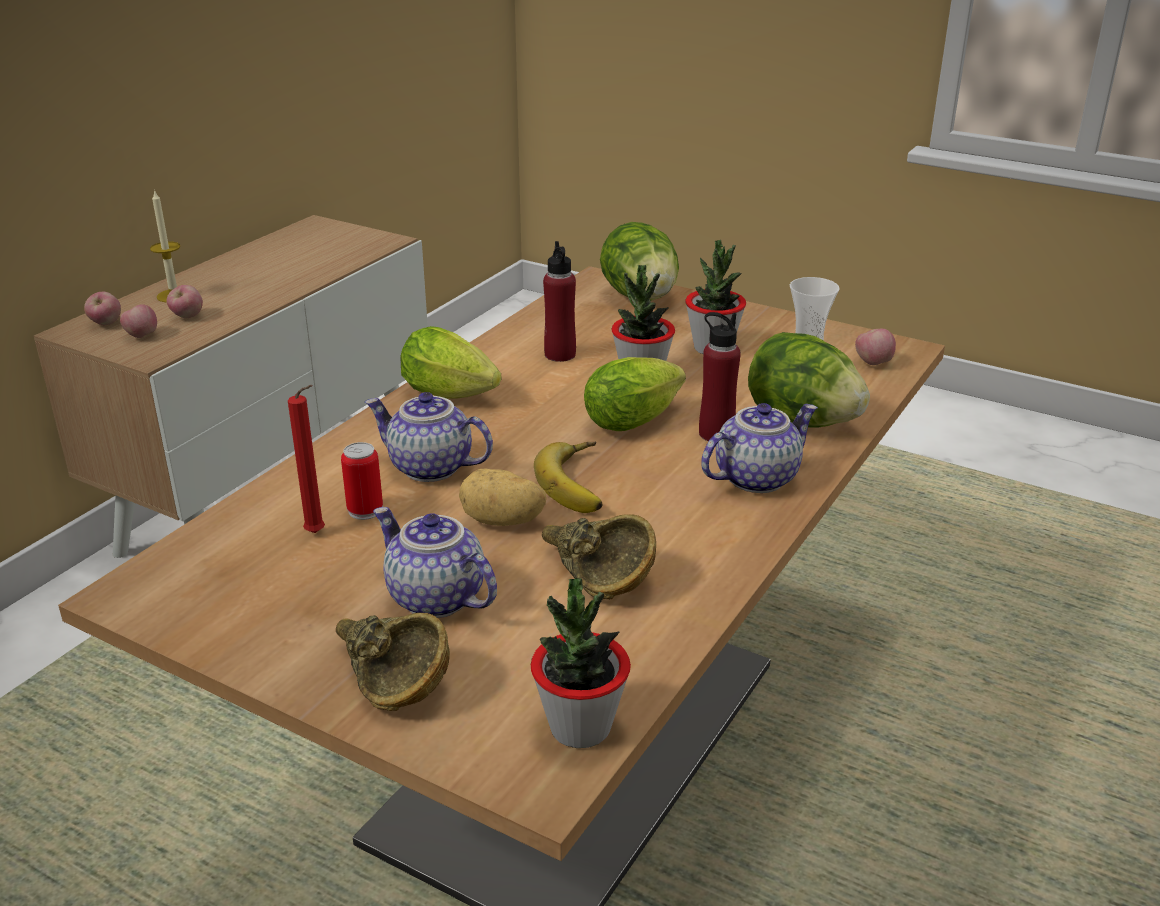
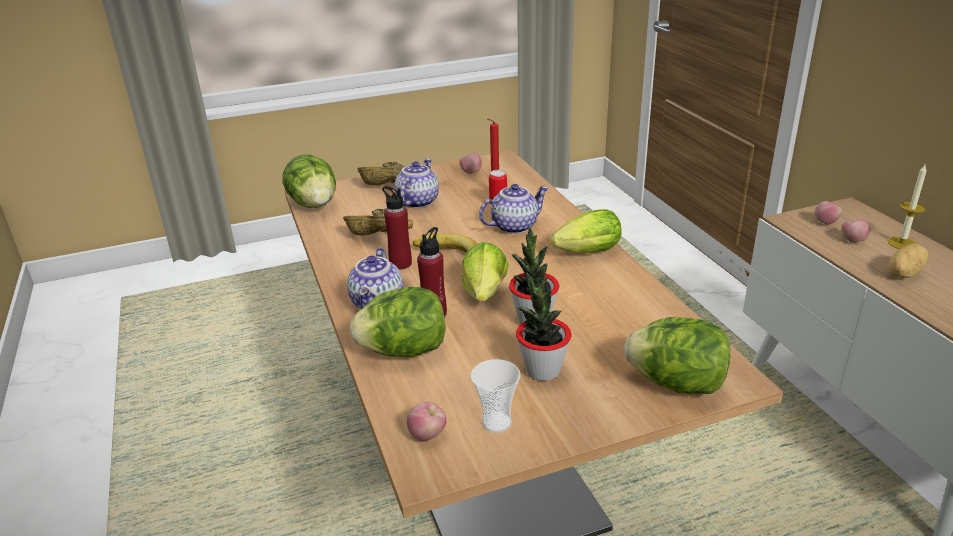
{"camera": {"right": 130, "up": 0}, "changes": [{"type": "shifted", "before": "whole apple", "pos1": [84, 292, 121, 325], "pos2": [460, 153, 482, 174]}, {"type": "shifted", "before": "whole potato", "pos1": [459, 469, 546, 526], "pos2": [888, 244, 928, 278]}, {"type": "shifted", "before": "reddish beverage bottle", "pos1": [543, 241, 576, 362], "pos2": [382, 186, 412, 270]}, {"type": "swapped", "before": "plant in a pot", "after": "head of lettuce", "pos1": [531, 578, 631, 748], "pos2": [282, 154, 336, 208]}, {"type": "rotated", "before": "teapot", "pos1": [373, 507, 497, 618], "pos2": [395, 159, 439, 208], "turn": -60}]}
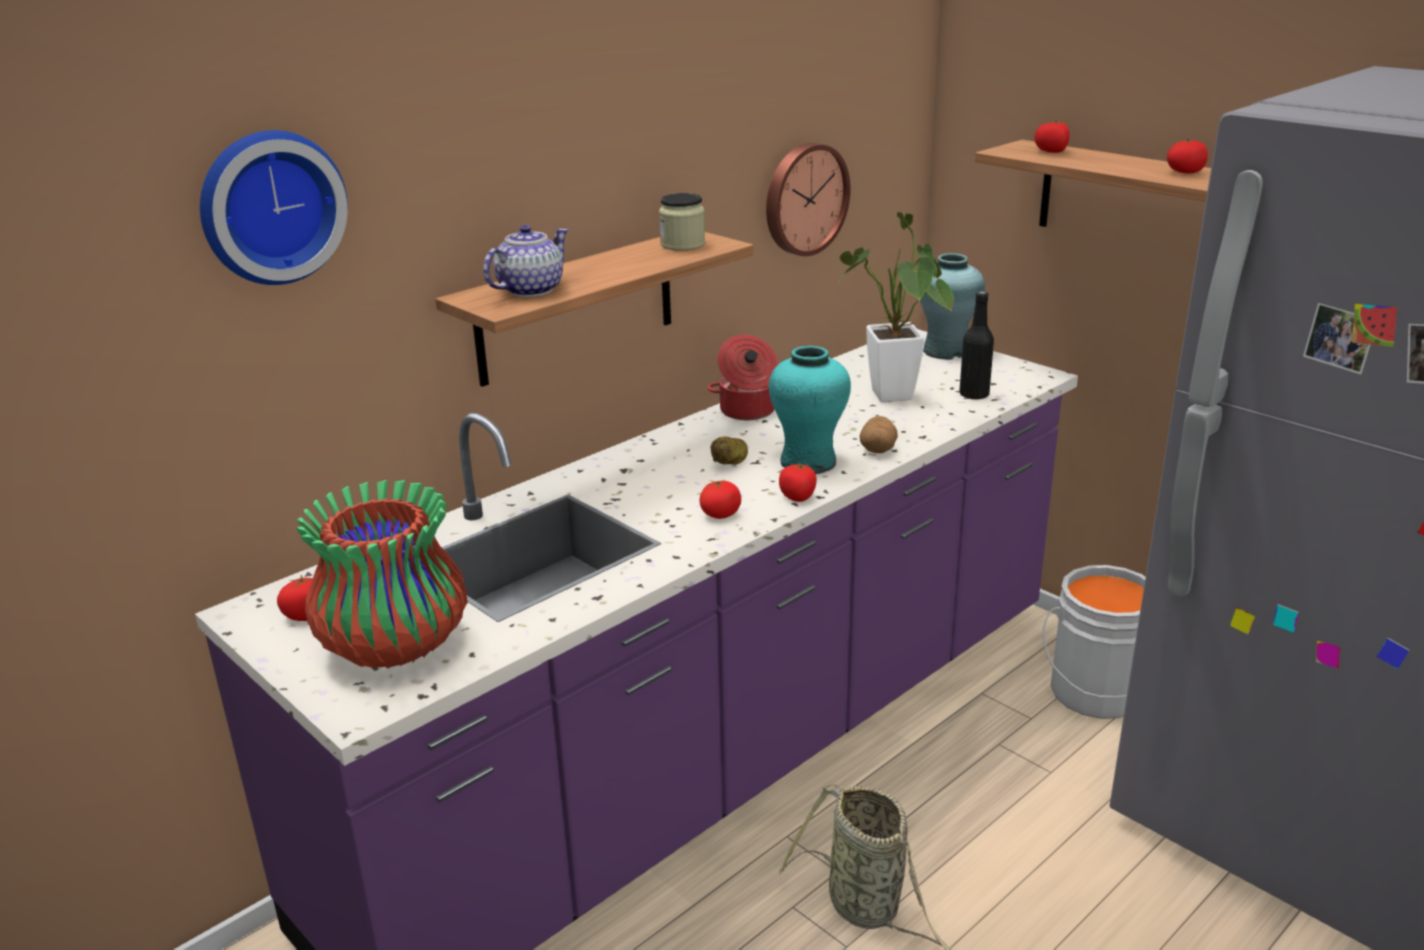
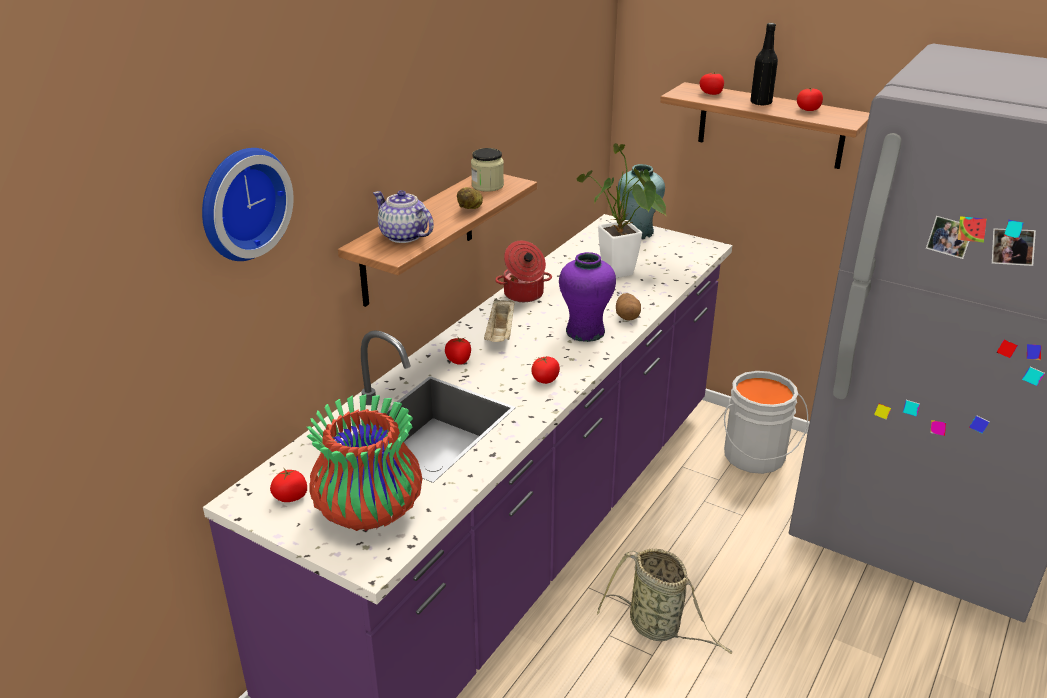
{"camera": {"right": -15, "up": 5}, "changes": [{"type": "gone", "before": "clock on the wall", "pos1": [766, 143, 851, 256]}, {"type": "new", "after": "beige tray", "pos2": [484, 298, 515, 342]}, {"type": "shifted", "before": "whole potato", "pos1": [711, 437, 748, 465], "pos2": [457, 187, 483, 209]}, {"type": "shifted", "before": "tomato", "pos1": [779, 463, 817, 502], "pos2": [445, 338, 471, 365]}, {"type": "shifted", "before": "black beverage bottle", "pos1": [959, 291, 994, 400], "pos2": [750, 23, 778, 106]}, {"type": "repainted", "before": "turquoise flower vase", "after": "purple-coloured flower vase", "pos1": [769, 346, 851, 474], "pos2": [559, 252, 616, 342]}, {"type": "rotated", "before": "teapot", "pos1": [483, 225, 568, 297], "pos2": [373, 190, 434, 243], "turn": -75}]}
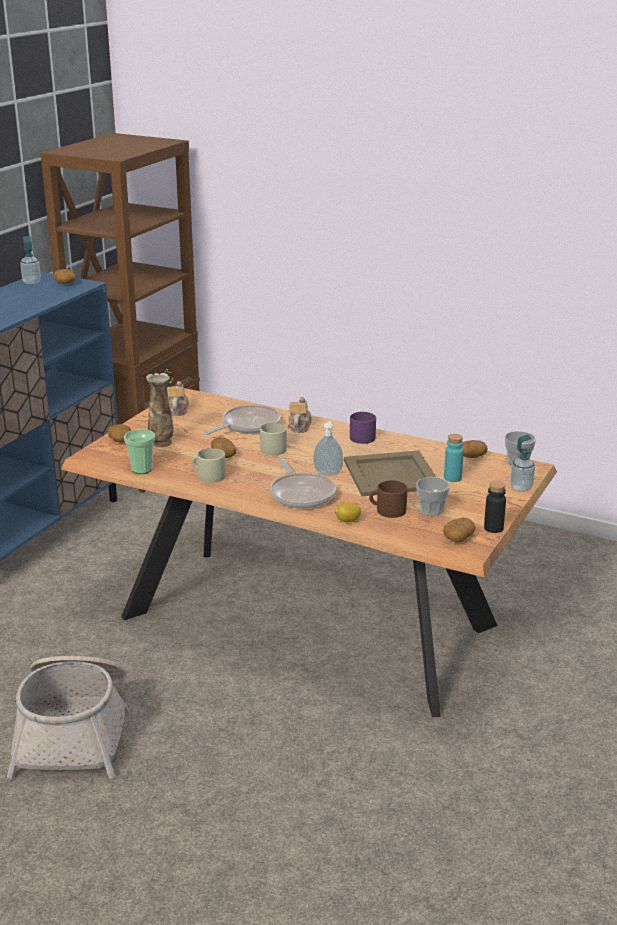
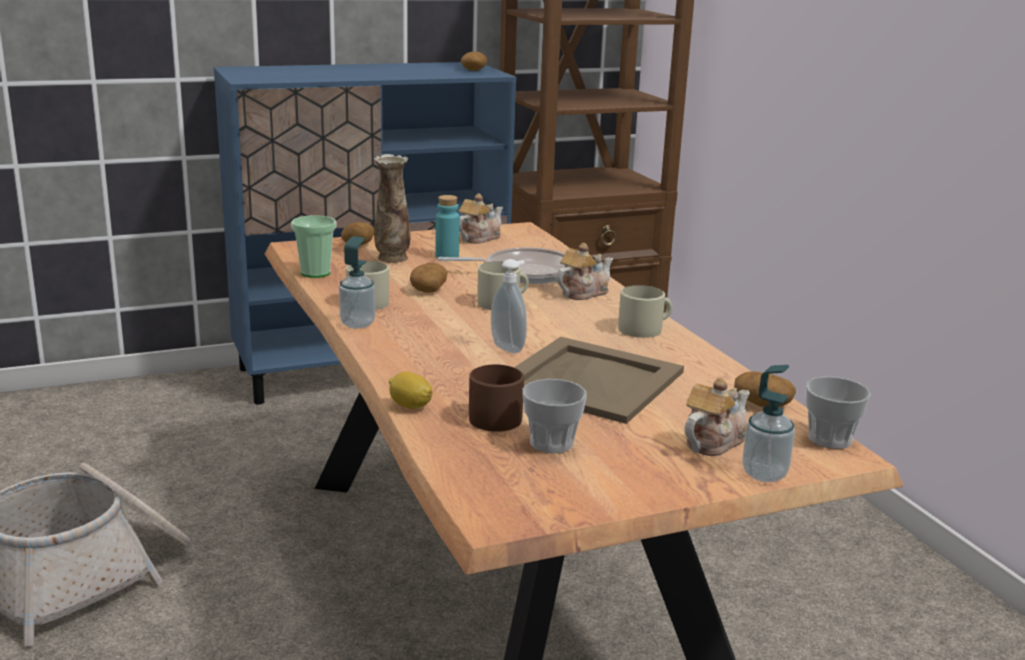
{"camera": {"right": 40, "up": -5}, "changes": [{"type": "gone", "before": "frying pan", "pos1": [270, 458, 336, 509]}, {"type": "gone", "before": "whole potato", "pos1": [443, 518, 476, 543]}, {"type": "gone", "before": "black beverage bottle", "pos1": [484, 481, 506, 533]}, {"type": "new", "after": "teapot", "pos2": [684, 378, 750, 456]}, {"type": "shifted", "before": "liquid soap bottle", "pos1": [20, 236, 41, 284], "pos2": [339, 236, 375, 329]}, {"type": "shifted", "before": "turquoise beverage bottle", "pos1": [444, 434, 464, 482], "pos2": [435, 195, 460, 258]}, {"type": "repainted", "before": "purple-coloured tea mug", "after": "beige tea mug", "pos1": [350, 412, 376, 444], "pos2": [618, 285, 672, 338]}]}
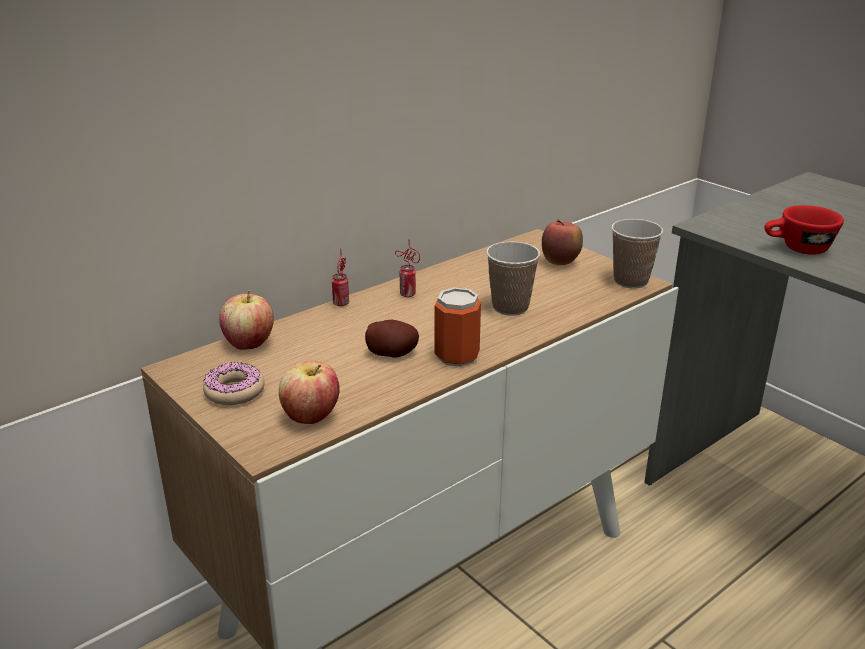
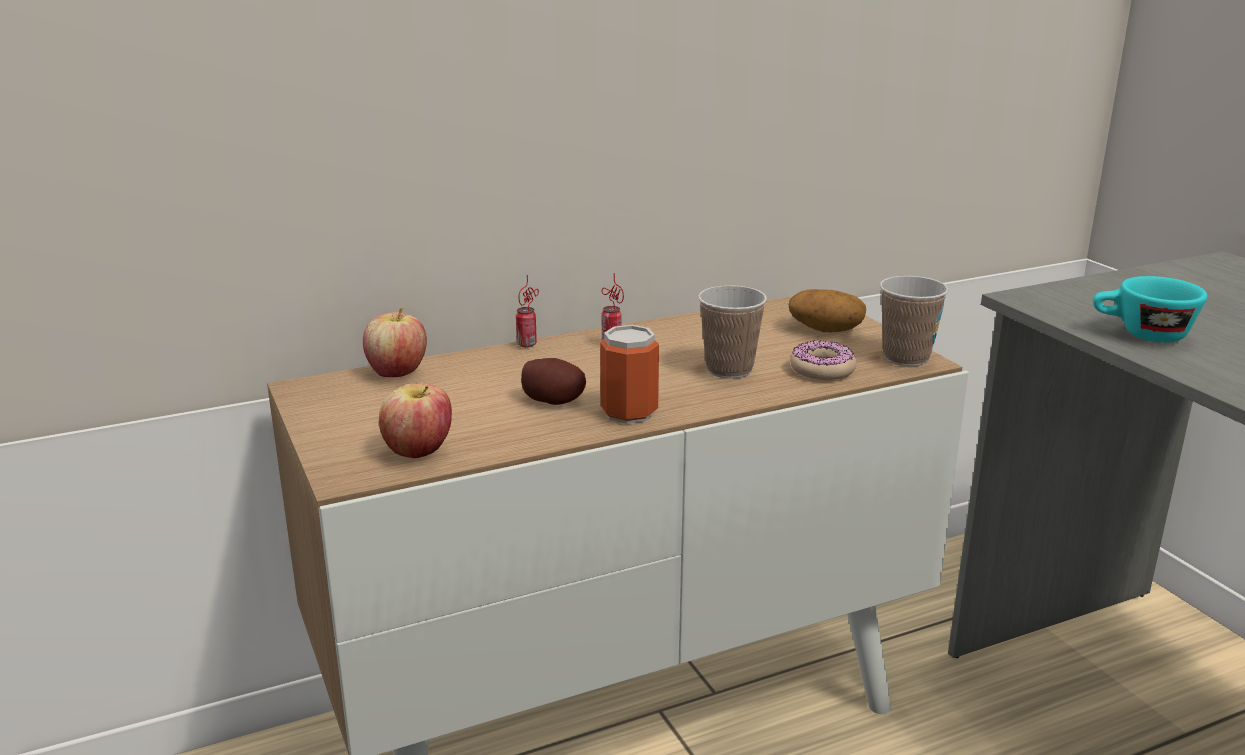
{"camera": {"right": 15, "up": -5}, "changes": [{"type": "shifted", "before": "ring doughnut", "pos1": [203, 362, 265, 405], "pos2": [790, 340, 857, 380]}, {"type": "swapped", "before": "whole apple", "after": "whole potato", "pos1": [542, 219, 583, 265], "pos2": [789, 289, 866, 332]}, {"type": "repainted", "before": "reddish small cup", "after": "turquoise small cup", "pos1": [764, 205, 844, 255], "pos2": [1093, 276, 1207, 343]}]}
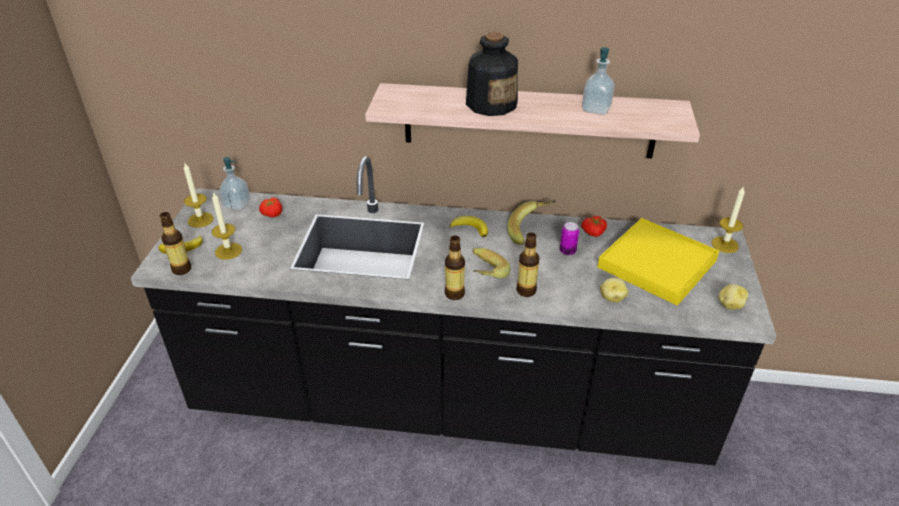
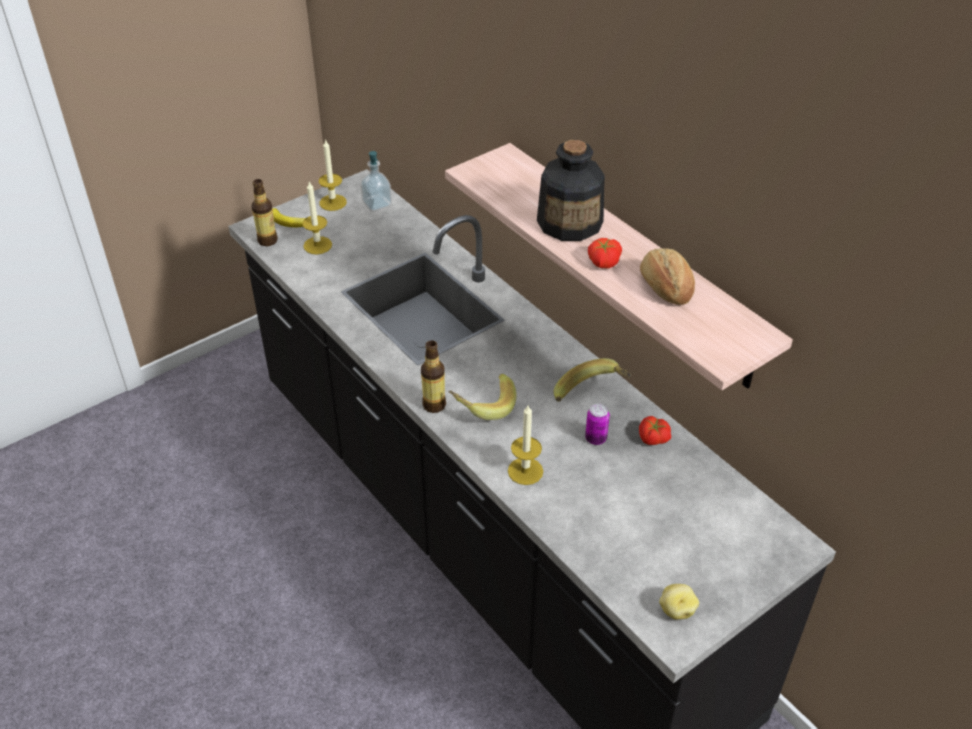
{"camera": {"right": 45, "up": 5}, "changes": [{"type": "gone", "before": "whole banana", "pos1": [450, 216, 488, 237]}, {"type": "gone", "before": "beverage bottle", "pos1": [517, 232, 540, 297]}, {"type": "gone", "before": "yellow-coloured tray", "pos1": [597, 218, 719, 306]}, {"type": "gone", "before": "whole potato", "pos1": [600, 278, 628, 303]}, {"type": "shifted", "before": "tomato", "pos1": [259, 197, 282, 217], "pos2": [588, 238, 622, 269]}, {"type": "shifted", "before": "wax light", "pos1": [712, 186, 745, 253], "pos2": [508, 406, 543, 485]}, {"type": "swapped", "before": "liquid soap bottle", "after": "bread", "pos1": [582, 47, 615, 115], "pos2": [640, 248, 695, 305]}]}
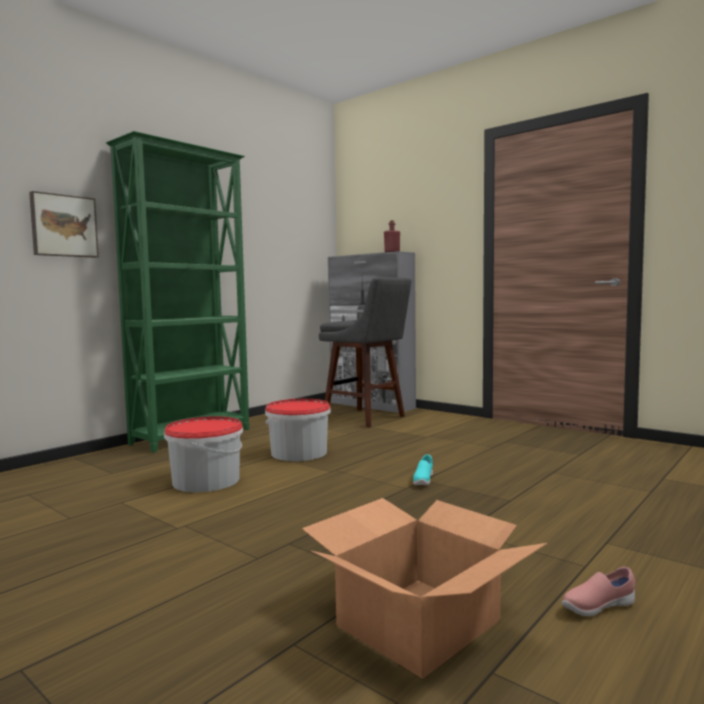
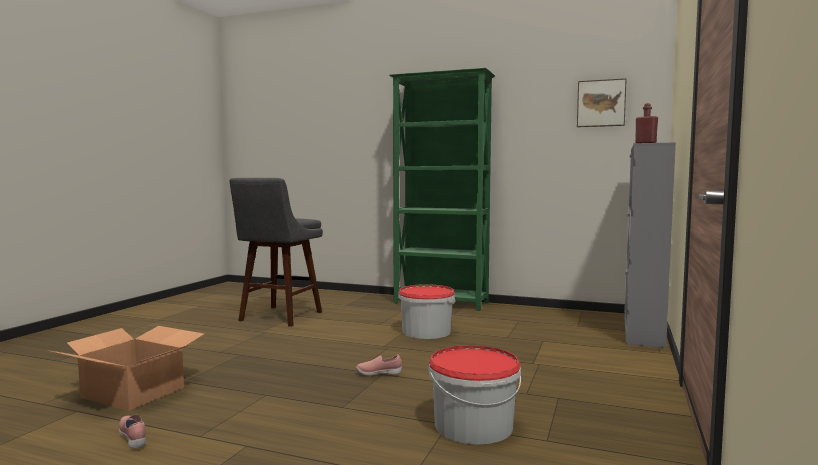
{"camera": {"right": 70, "up": 0}, "changes": [{"type": "shifted", "before": "wall picture", "pos1": [29, 191, 99, 258], "pos2": [577, 78, 627, 127]}, {"type": "shifted", "before": "pail", "pos1": [164, 416, 243, 492], "pos2": [428, 345, 521, 445]}, {"type": "shifted", "before": "grey stool", "pos1": [319, 277, 411, 428], "pos2": [229, 178, 323, 327]}, {"type": "repainted", "before": "turquoise shoe", "after": "pink-coloured shoe", "pos1": [413, 455, 433, 485], "pos2": [356, 355, 402, 376]}]}
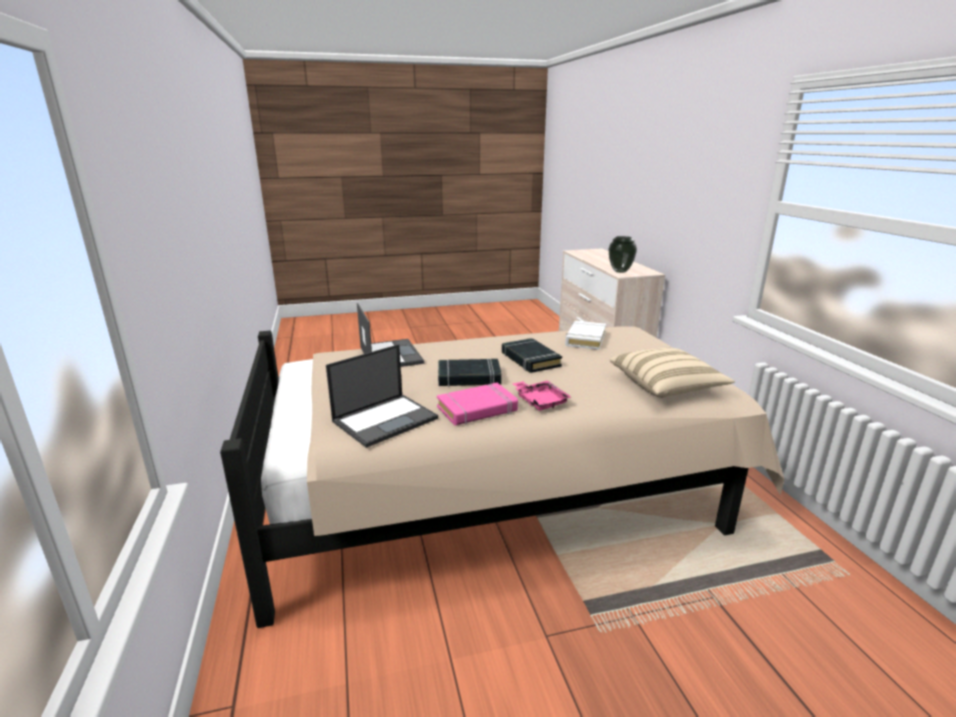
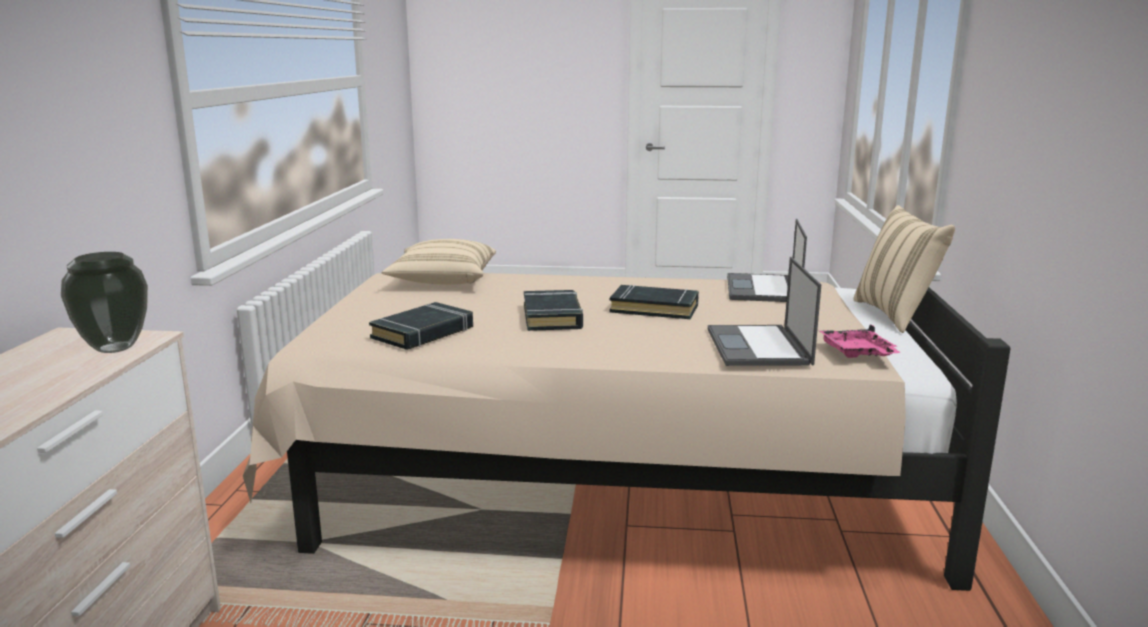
{"camera": {"right": -160, "up": -5}, "changes": [{"type": "gone", "before": "pink-coloured bound book", "pos1": [437, 383, 518, 426]}, {"type": "new", "after": "beige cushion", "pos2": [853, 205, 955, 333]}, {"type": "shifted", "before": "pink-coloured tray", "pos1": [513, 380, 571, 411], "pos2": [819, 324, 901, 358]}, {"type": "repainted", "before": "whitish bound book", "after": "black bound book", "pos1": [565, 321, 606, 350], "pos2": [369, 302, 473, 350]}, {"type": "rotated", "before": "laptop", "pos1": [326, 344, 438, 448], "pos2": [727, 219, 807, 302], "turn": -60}]}
